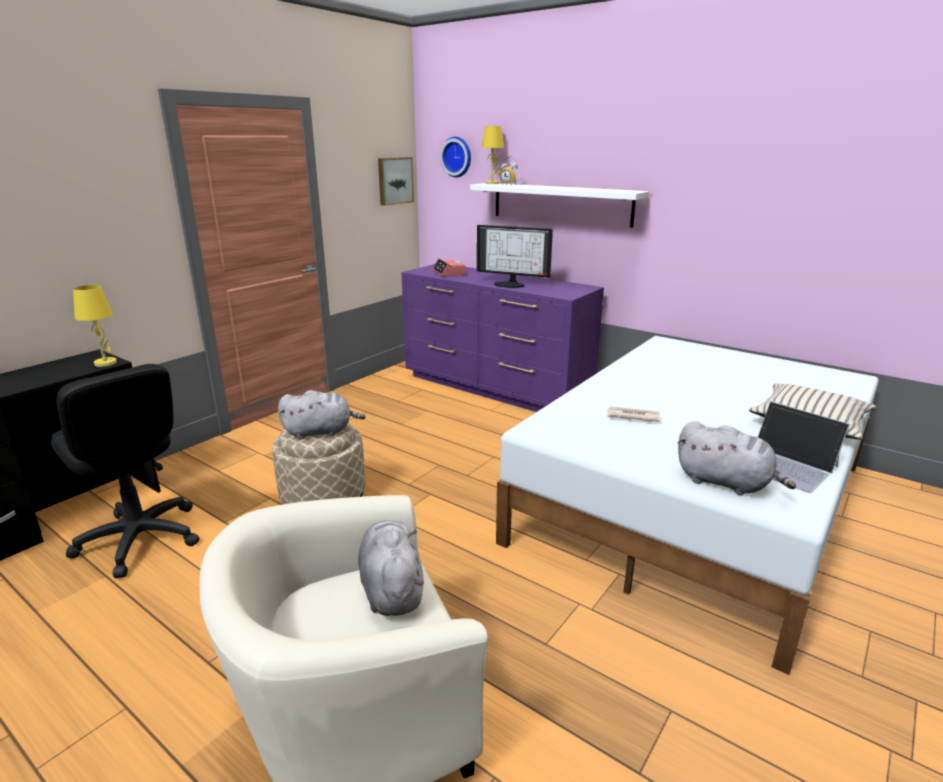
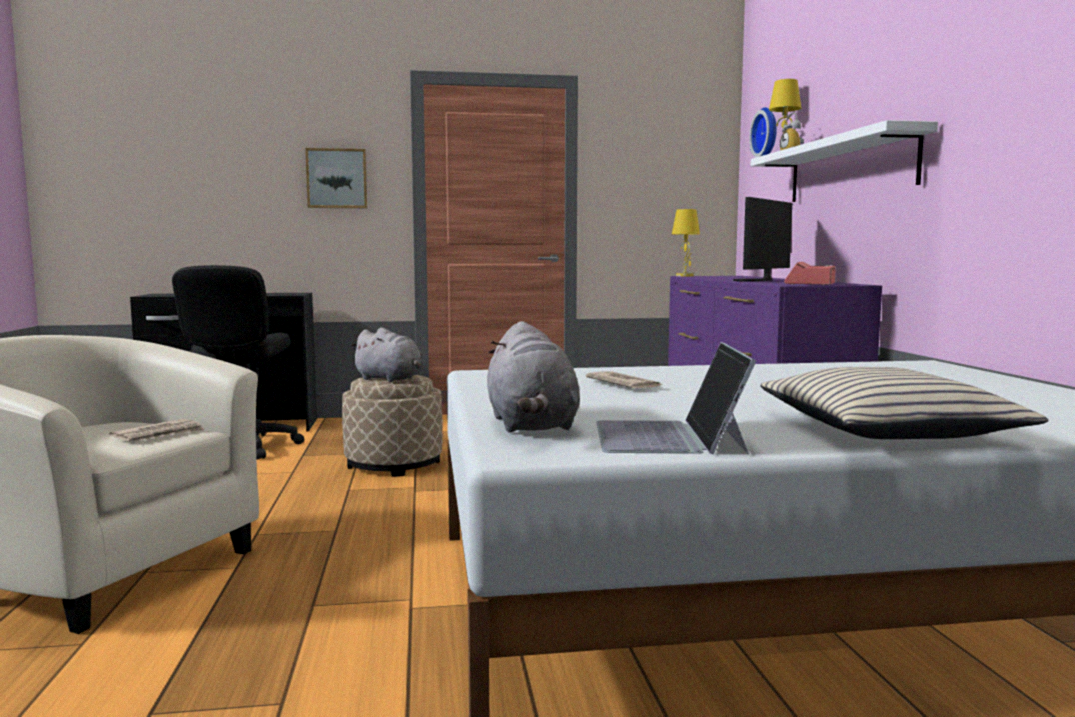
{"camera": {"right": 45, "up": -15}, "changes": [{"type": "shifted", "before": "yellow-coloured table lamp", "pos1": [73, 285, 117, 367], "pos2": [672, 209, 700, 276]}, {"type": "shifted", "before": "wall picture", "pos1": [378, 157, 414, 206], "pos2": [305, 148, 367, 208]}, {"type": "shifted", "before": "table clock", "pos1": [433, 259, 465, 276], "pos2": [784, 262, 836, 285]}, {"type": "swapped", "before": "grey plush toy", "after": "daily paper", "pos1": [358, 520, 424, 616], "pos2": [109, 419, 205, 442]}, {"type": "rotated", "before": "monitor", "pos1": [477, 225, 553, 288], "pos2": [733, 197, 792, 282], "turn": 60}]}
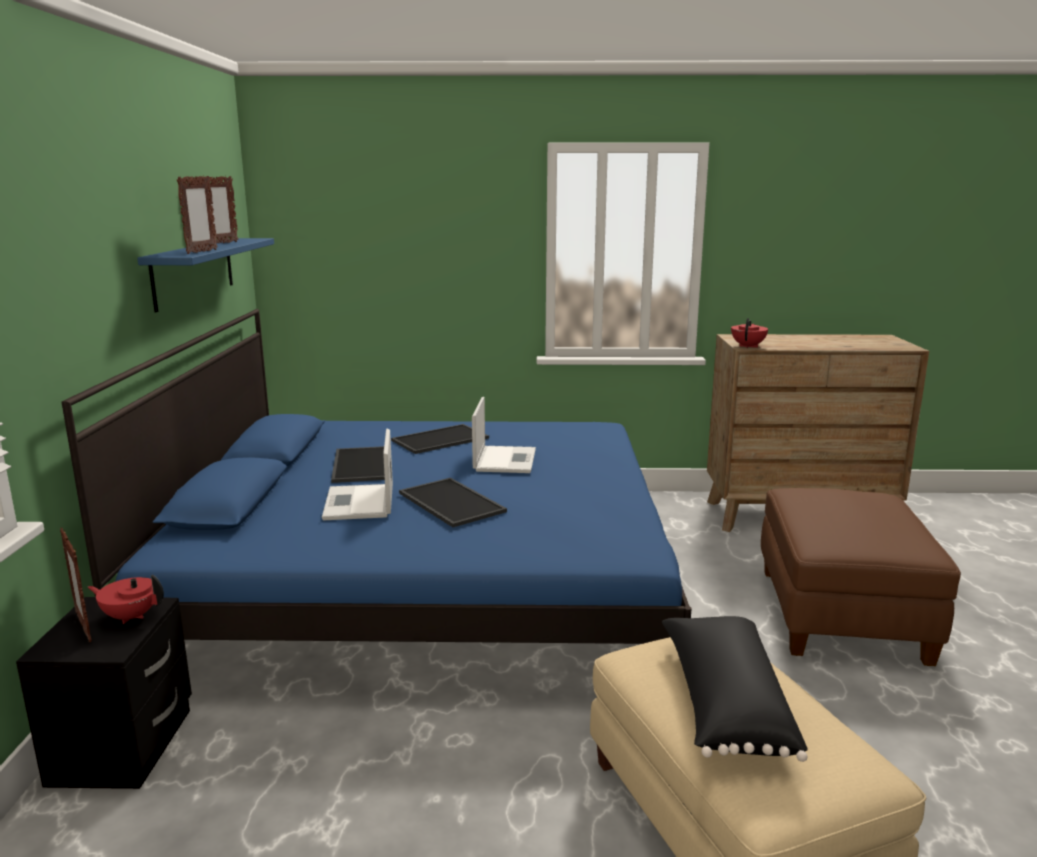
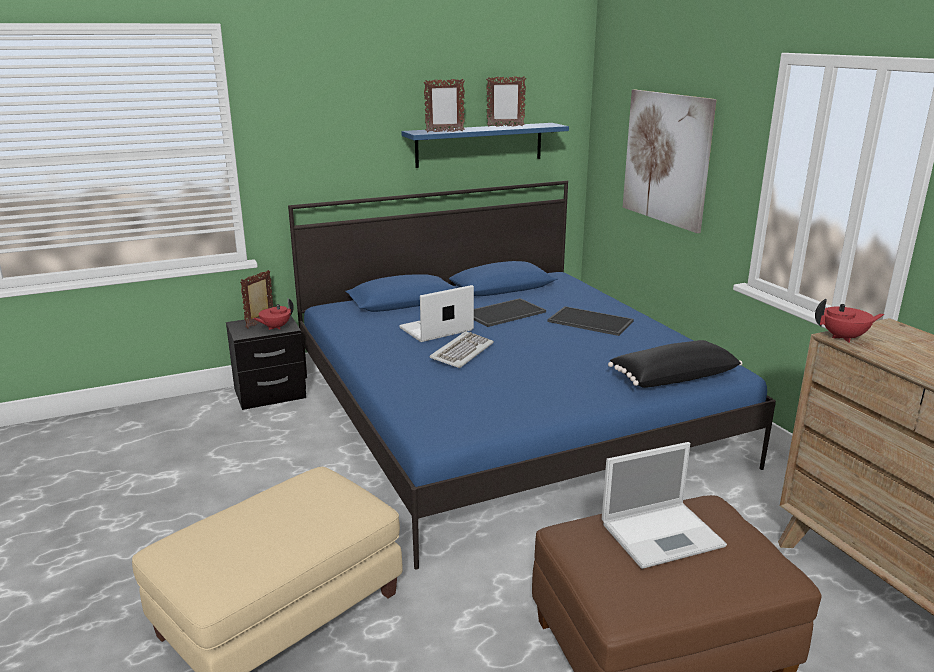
{"camera": {"right": 65, "up": 5}, "changes": [{"type": "new", "after": "wall picture", "pos2": [623, 89, 717, 233]}, {"type": "shifted", "before": "laptop", "pos1": [472, 397, 536, 473], "pos2": [602, 442, 727, 569]}, {"type": "shifted", "before": "black cushion", "pos1": [662, 616, 808, 762], "pos2": [608, 340, 743, 388]}, {"type": "swapped", "before": "tray", "after": "PC keyboard", "pos1": [399, 478, 507, 527], "pos2": [430, 331, 494, 368]}, {"type": "rotated", "before": "reddish teapot", "pos1": [88, 574, 164, 624], "pos2": [253, 299, 294, 330], "turn": -120}]}
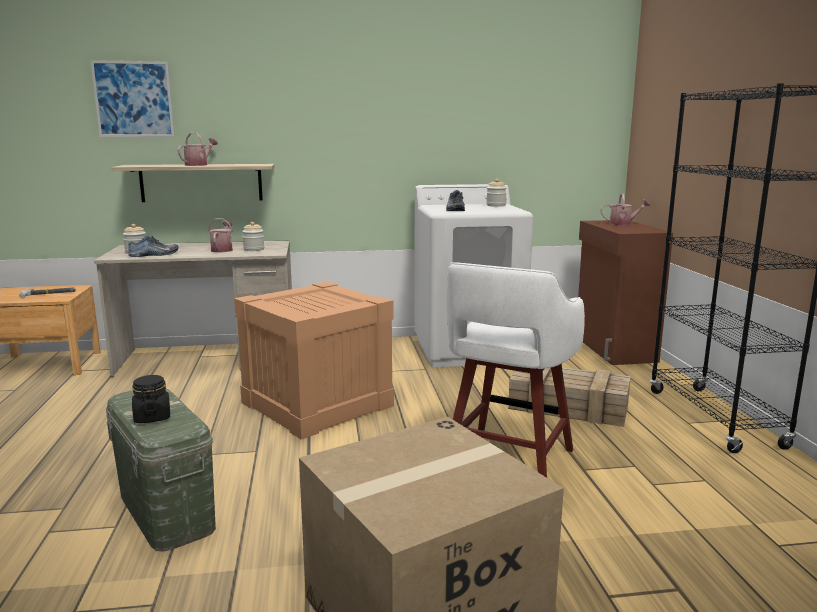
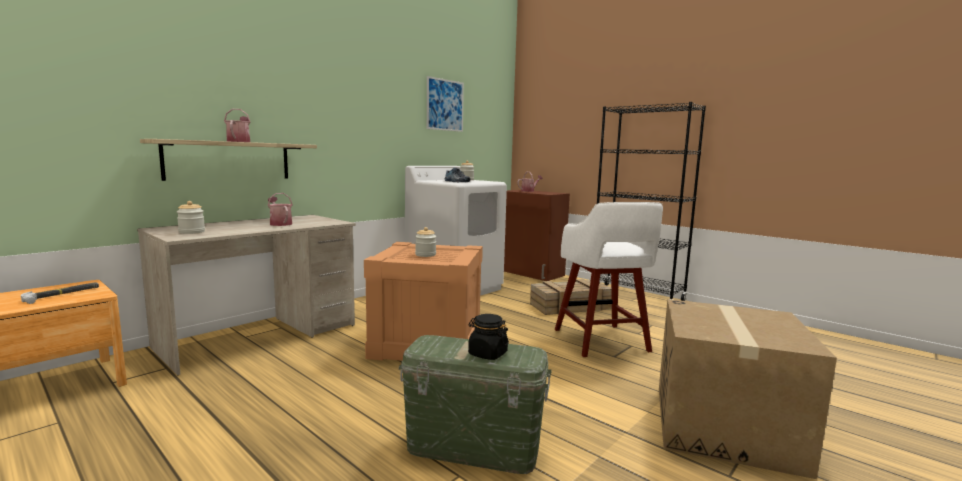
{"camera": {"right": -40, "up": -5}, "changes": [{"type": "gone", "before": "shoe", "pos1": [128, 235, 178, 257]}, {"type": "shifted", "before": "wall picture", "pos1": [90, 60, 175, 137], "pos2": [427, 76, 464, 132]}, {"type": "shifted", "before": "jar", "pos1": [242, 222, 264, 251], "pos2": [415, 227, 436, 257]}]}
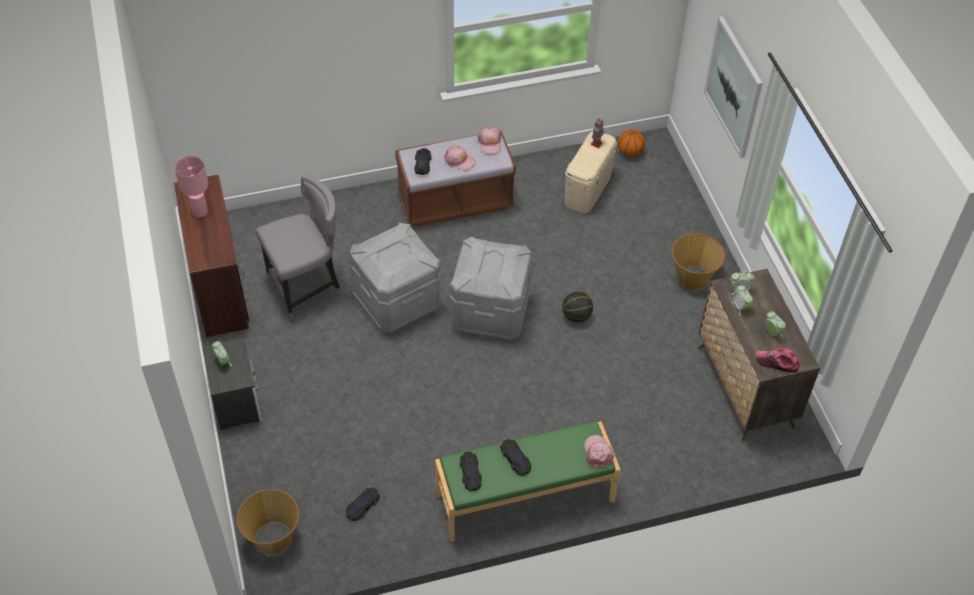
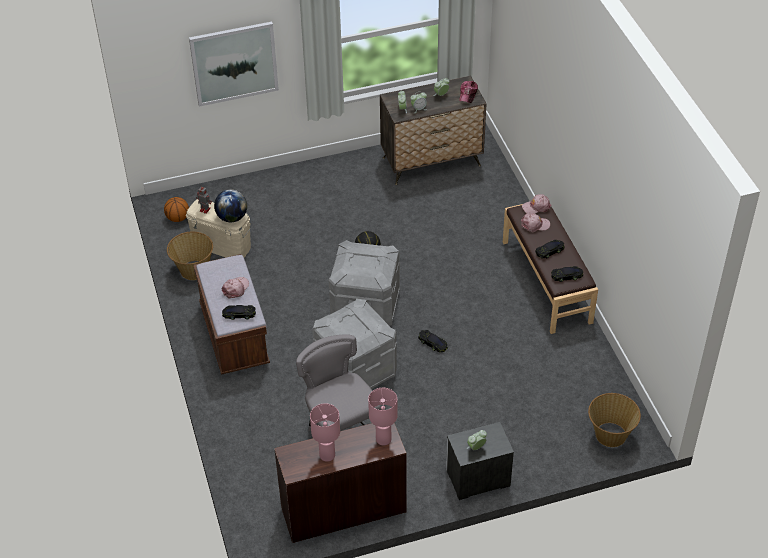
{"camera": {"right": -90, "up": -5}, "changes": [{"type": "new", "after": "globe", "pos2": [214, 189, 247, 222]}, {"type": "new", "after": "pink-coloured table lamp", "pos2": [368, 388, 398, 446]}, {"type": "shifted", "before": "black miniature car", "pos1": [346, 487, 380, 521], "pos2": [418, 330, 448, 352]}, {"type": "shifted", "before": "pink-coloured cap", "pos1": [478, 127, 501, 154], "pos2": [521, 213, 550, 232]}, {"type": "shifted", "before": "basket", "pos1": [672, 233, 725, 290], "pos2": [167, 232, 213, 280]}, {"type": "repainted", "before": "green long seat", "after": "brown-coloured long seat", "pos1": [435, 421, 620, 542], "pos2": [503, 204, 598, 334]}]}
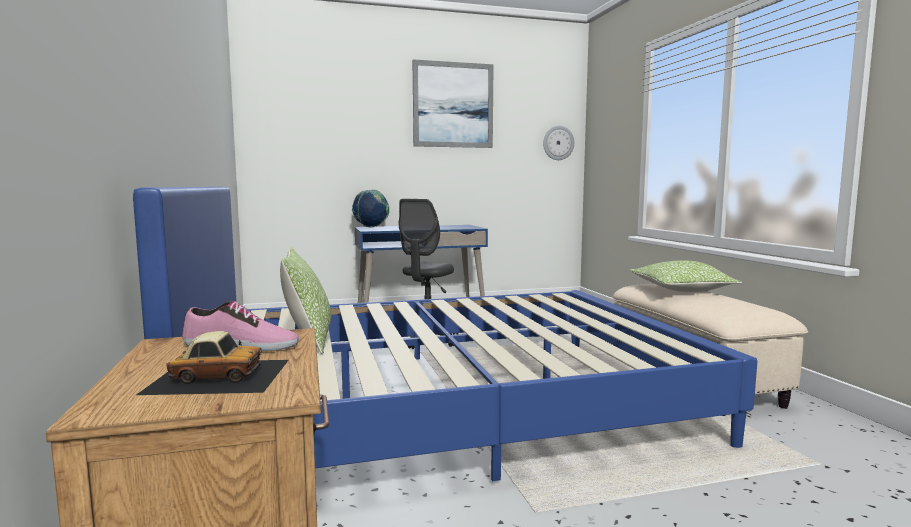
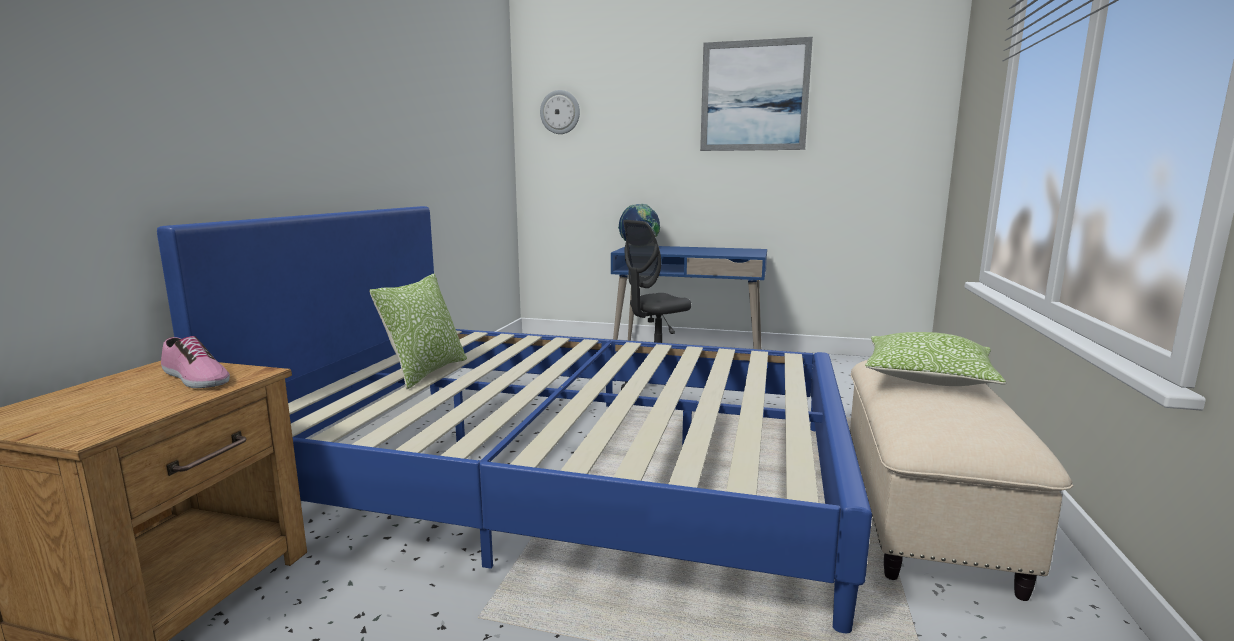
{"camera": {"right": 30, "up": 5}, "changes": [{"type": "gone", "before": "miniature car", "pos1": [136, 331, 289, 395]}, {"type": "shifted", "before": "clock on the wall", "pos1": [543, 126, 574, 160], "pos2": [540, 90, 580, 134]}]}
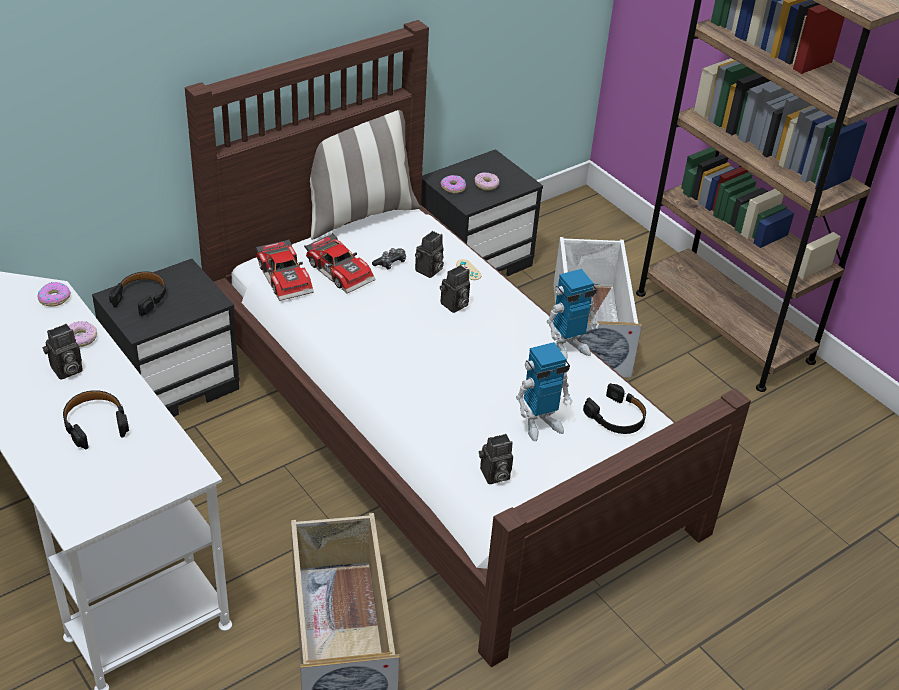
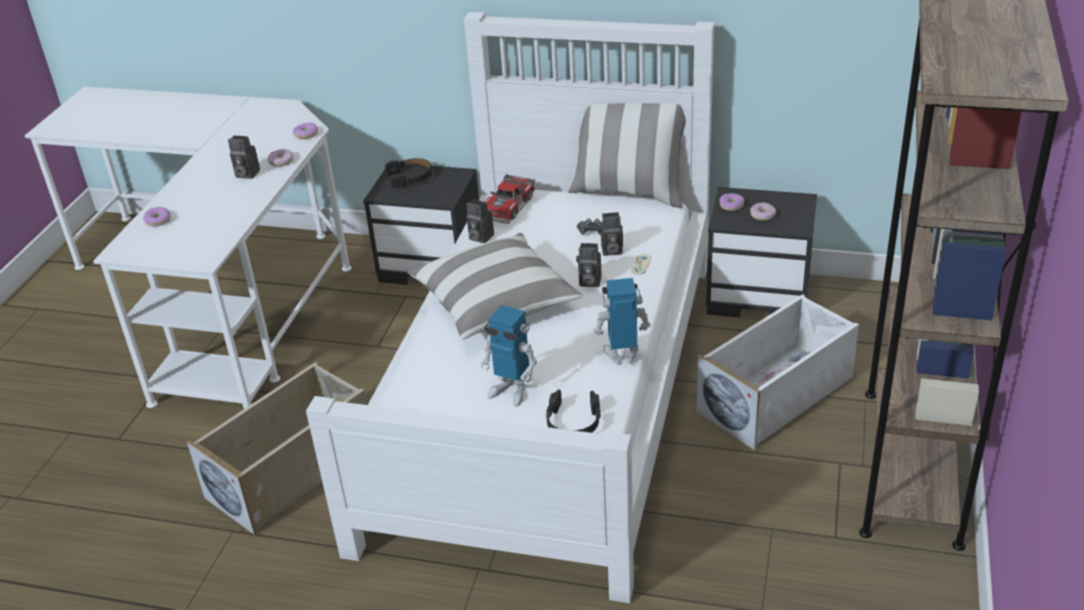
{"camera": {"right": 55, "up": -5}, "changes": [{"type": "gone", "before": "black headphones", "pos1": [63, 390, 129, 449]}, {"type": "gone", "before": "miniature car", "pos1": [304, 233, 376, 293]}, {"type": "new", "after": "ring doughnut", "pos2": [143, 207, 171, 226]}, {"type": "new", "after": "cushion", "pos2": [406, 233, 583, 340]}, {"type": "shifted", "before": "still camera", "pos1": [479, 434, 513, 484], "pos2": [466, 199, 494, 243]}, {"type": "repainted", "before": "brown-coloured bed", "after": "whitish bed", "pos1": [185, 20, 751, 668], "pos2": [306, 12, 714, 603]}, {"type": "rotated", "before": "model robot", "pos1": [547, 269, 599, 363], "pos2": [593, 278, 651, 365], "turn": 150}]}
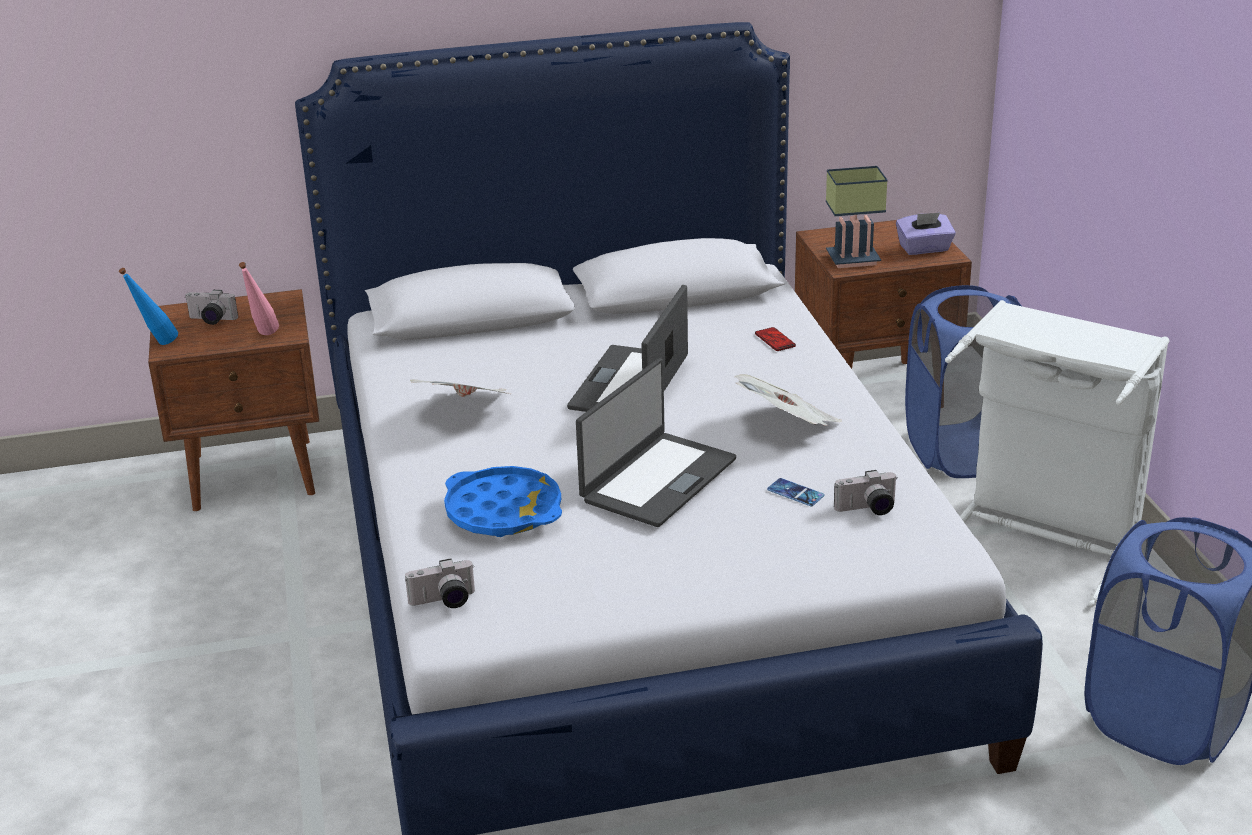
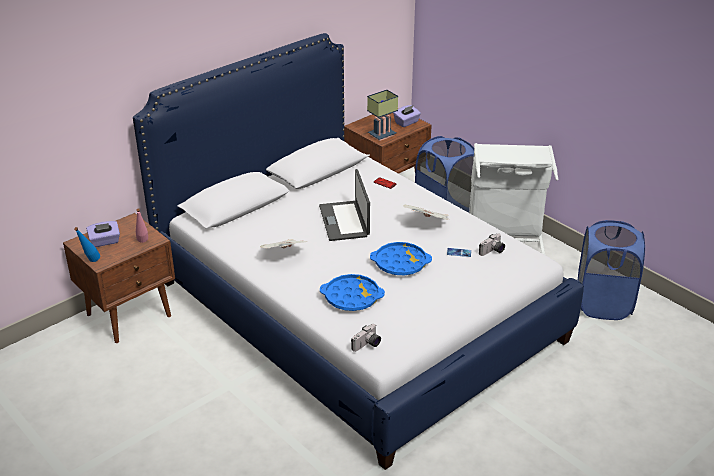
{"camera": {"right": -30, "up": 5}, "changes": [{"type": "swapped", "before": "still camera", "after": "purple-coloured box of tissues", "pos1": [185, 290, 238, 325], "pos2": [86, 221, 120, 247]}, {"type": "swapped", "before": "laptop", "after": "bluish tray", "pos1": [576, 358, 736, 527], "pos2": [370, 242, 432, 275]}]}
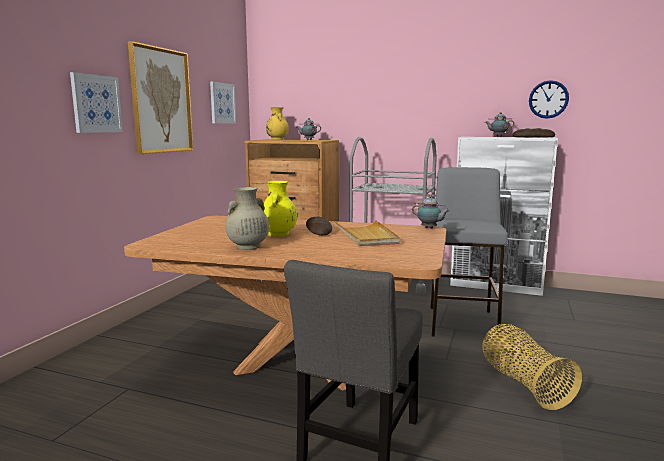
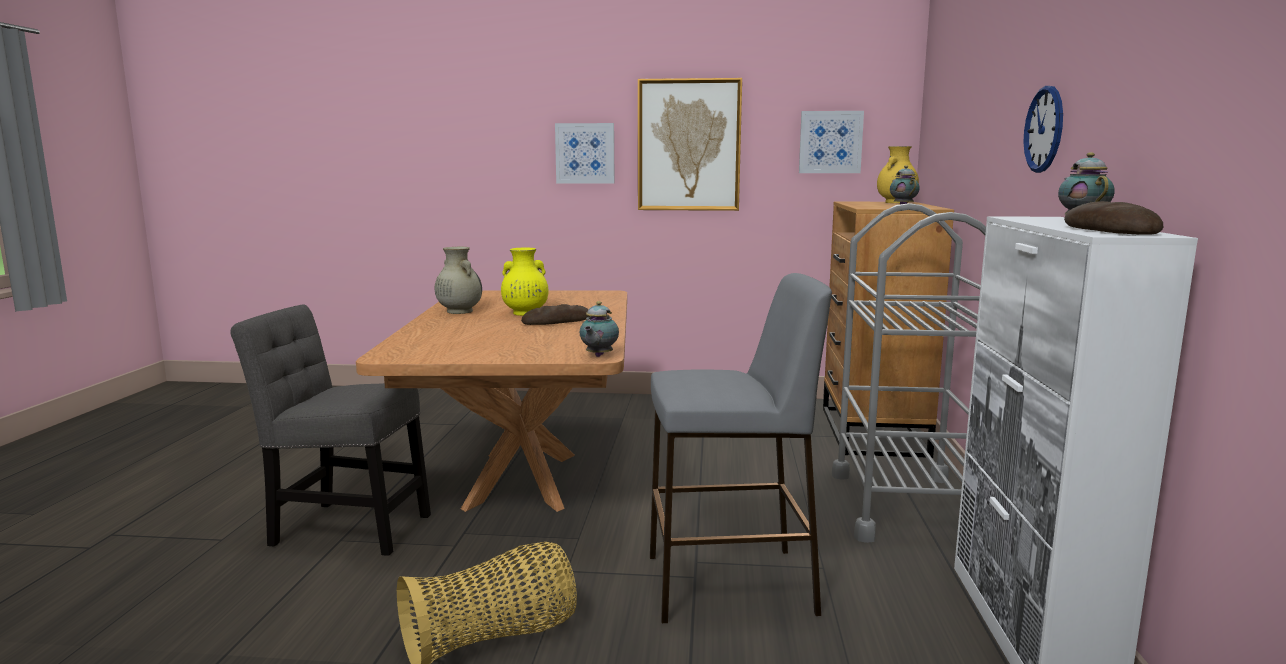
{"camera": {"right": 75, "up": 0}, "changes": [{"type": "gone", "before": "beige tray", "pos1": [335, 220, 400, 246]}, {"type": "shifted", "before": "clock on the wall", "pos1": [529, 80, 569, 119], "pos2": [1023, 86, 1063, 173]}]}
